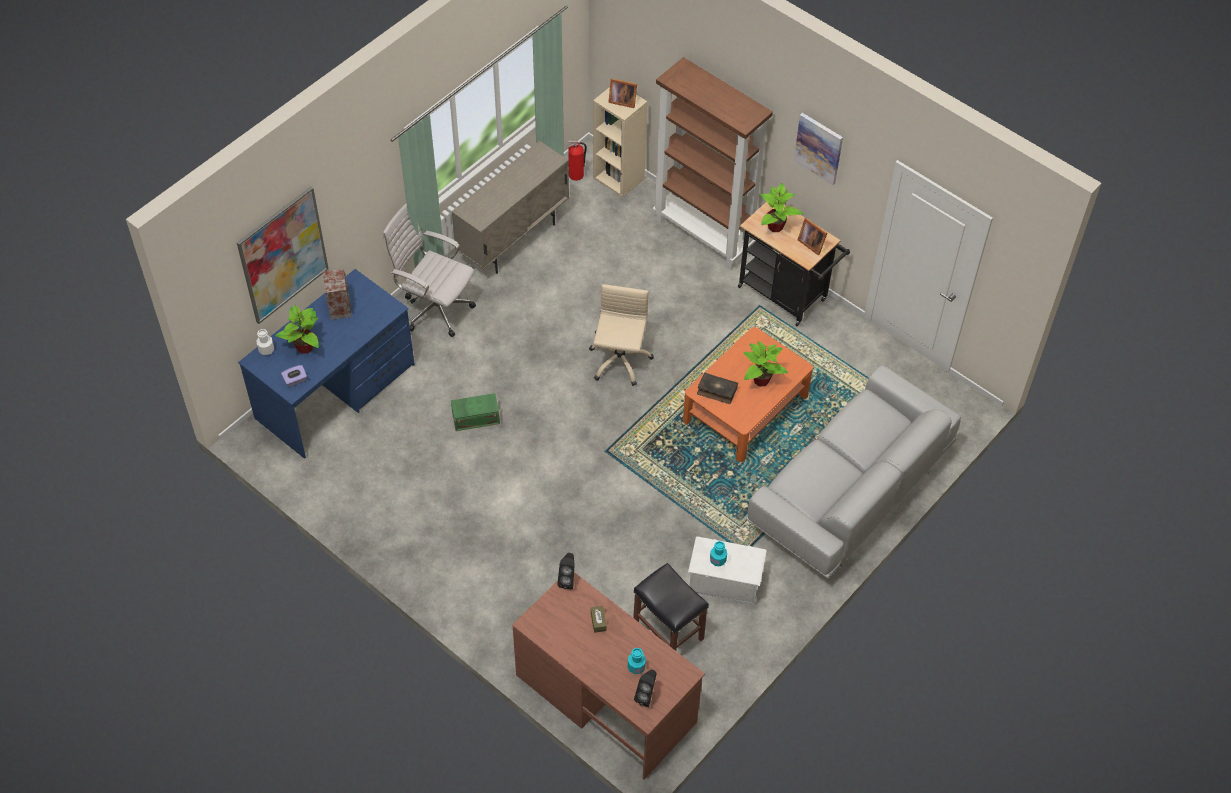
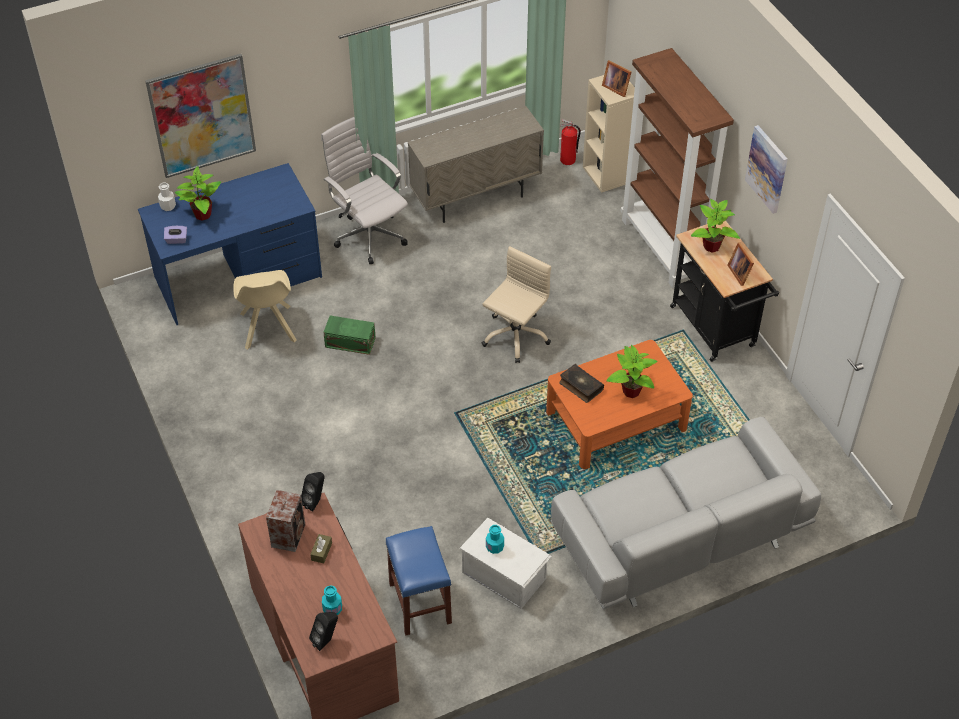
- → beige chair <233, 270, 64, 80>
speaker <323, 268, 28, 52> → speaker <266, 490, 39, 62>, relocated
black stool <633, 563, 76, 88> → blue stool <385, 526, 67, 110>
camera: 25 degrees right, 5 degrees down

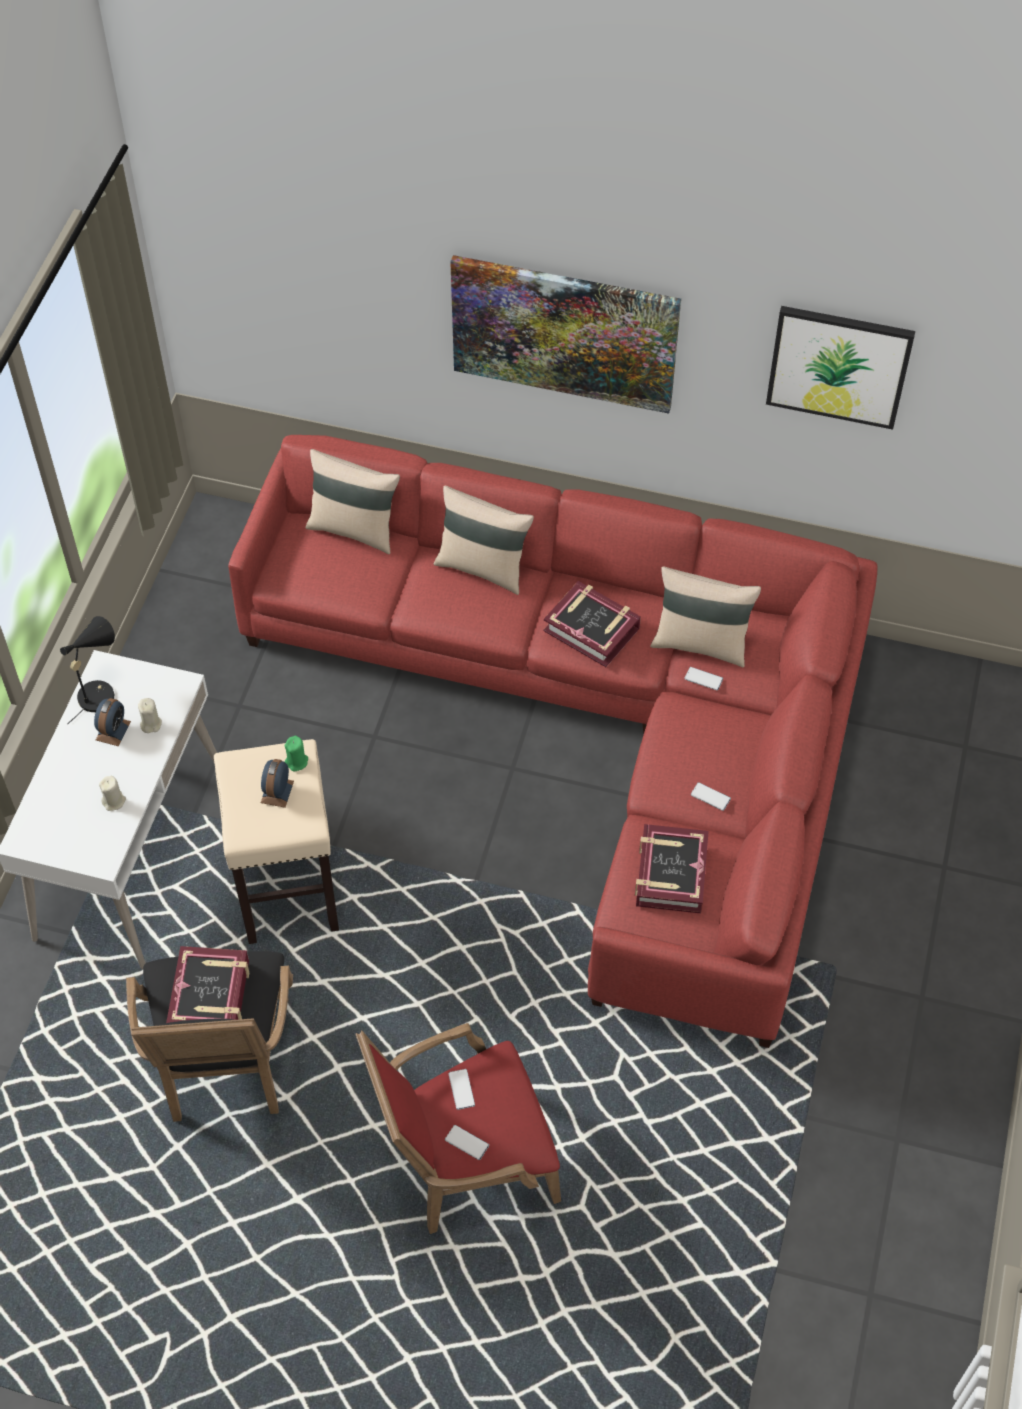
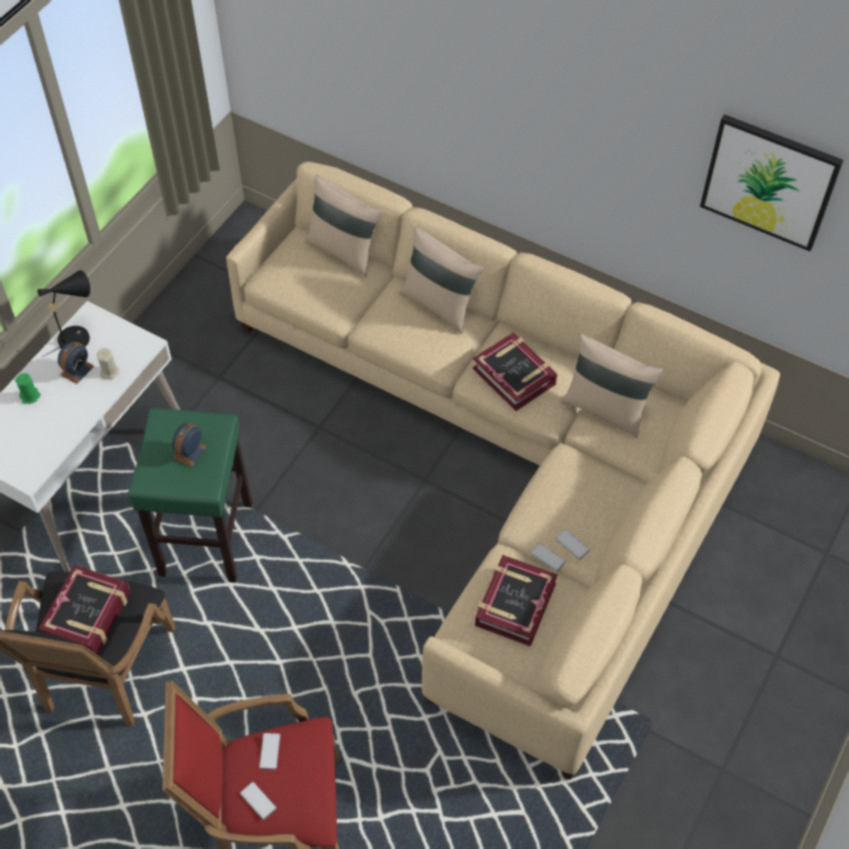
beige candle <99, 776, 27, 35> → -
picture <450, 255, 231, 159> → -
green candle <285, 736, 23, 35> → green candle <15, 373, 26, 31>, relocated
phone <684, 667, 39, 23> → phone <530, 543, 36, 29>, relocated
beige stool <214, 739, 125, 205> → green stool <128, 408, 124, 175>
red sofa <228, 435, 649, 613> → beige sofa <226, 162, 554, 618>
camera: 15 degrees right, 0 degrees up

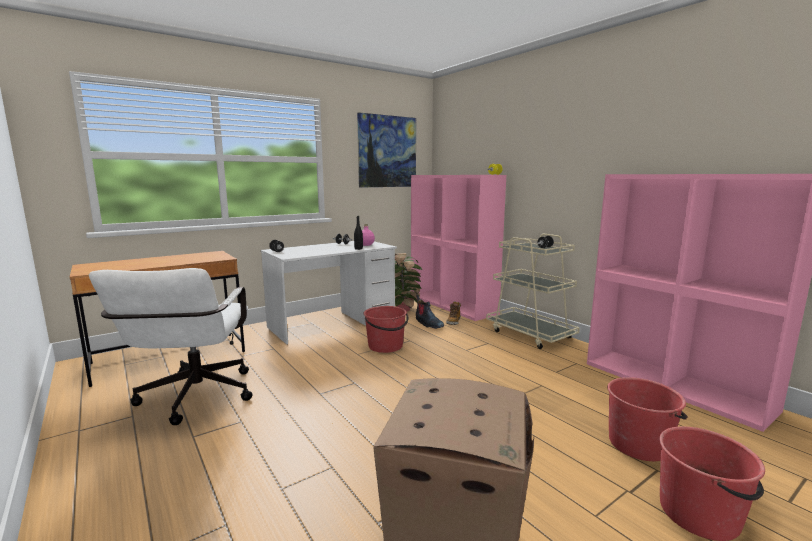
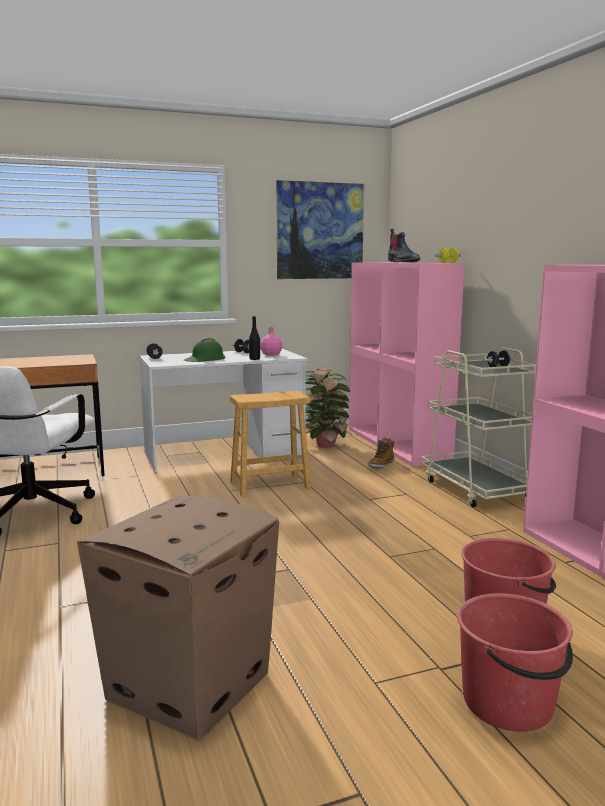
- → green hard hat <184, 338, 41, 24>
boot <416, 295, 28, 34> → boot <388, 229, 32, 33>, relocated
red bucket <363, 306, 45, 47> → brown stool <230, 391, 81, 106>
camera: 15 degrees right, 0 degrees up

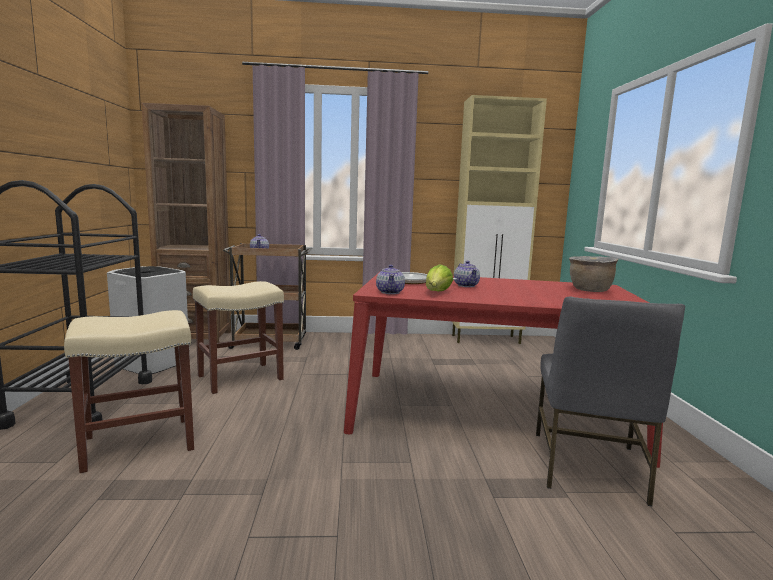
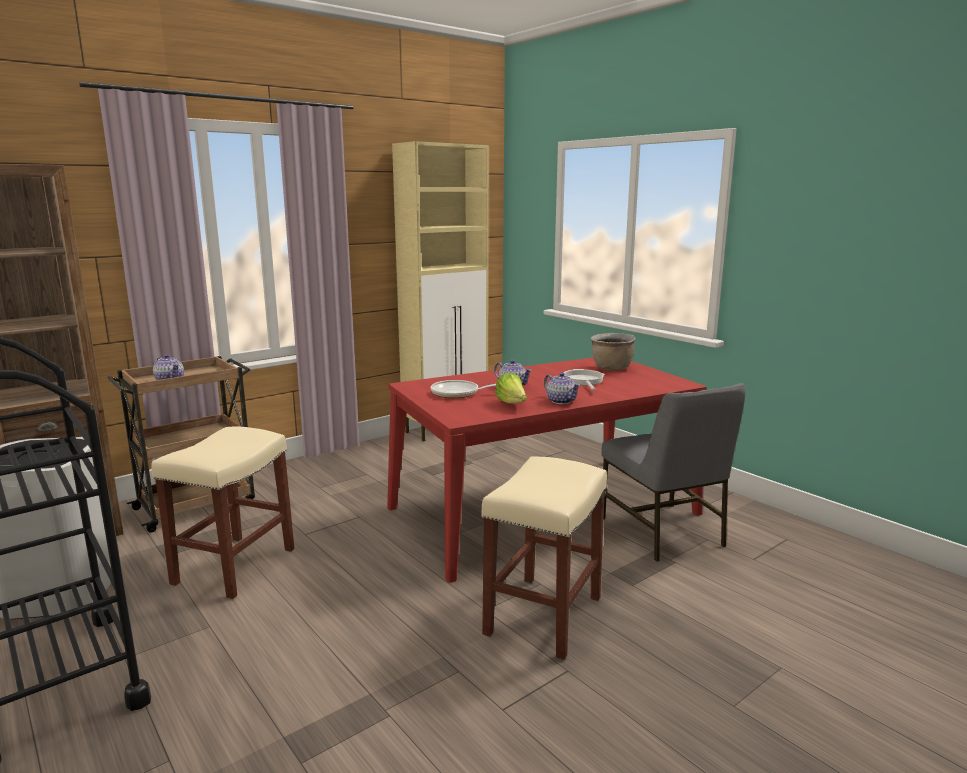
- → frying pan <563, 369, 42, 22>
beige stool <64, 310, 130, 163> → beige stool <481, 457, 126, 203>, relocated
teapot <376, 265, 29, 29> → teapot <544, 373, 36, 31>, relocated
camera: 35 degrees left, 5 degrees up

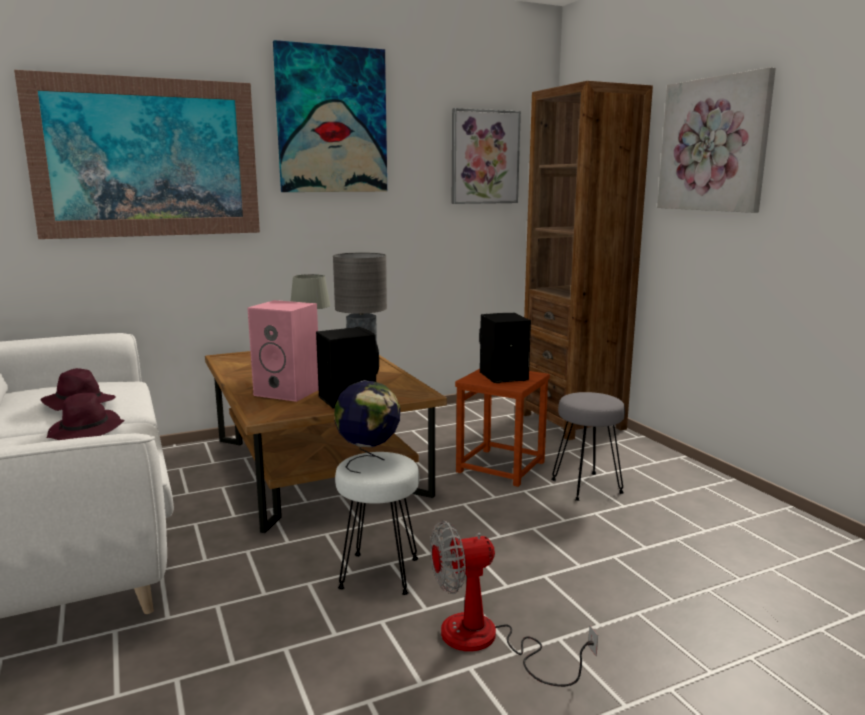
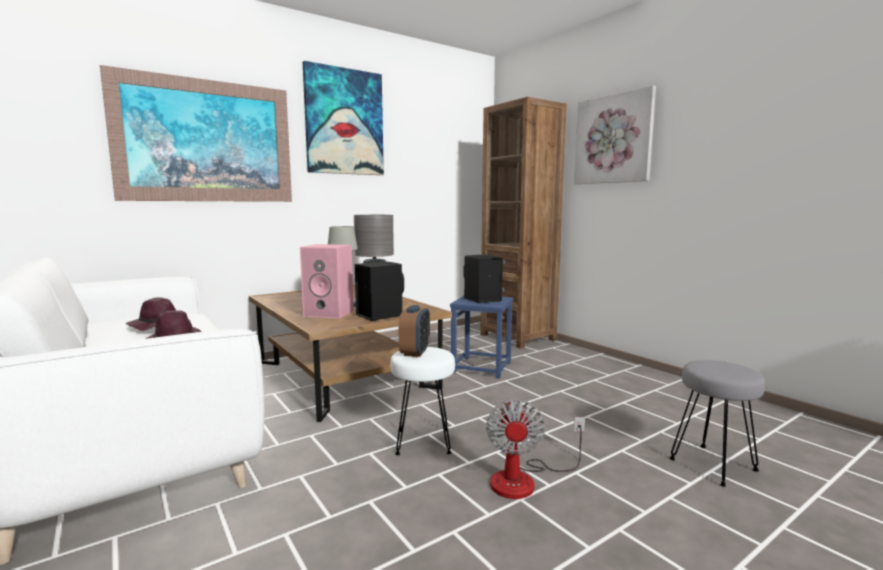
picture <452, 108, 69, 96> → -
grey stool <551, 392, 74, 109> → grey stool <669, 360, 96, 127>, relocated
globe <334, 381, 66, 92> → alarm clock <399, 305, 31, 52>
brown stool <455, 369, 95, 118> → blue stool <450, 296, 63, 83>
fan <430, 521, 168, 166> → fan <486, 399, 99, 100>, 60 degrees counterclockwise
camera: 10 degrees left, 5 degrees down

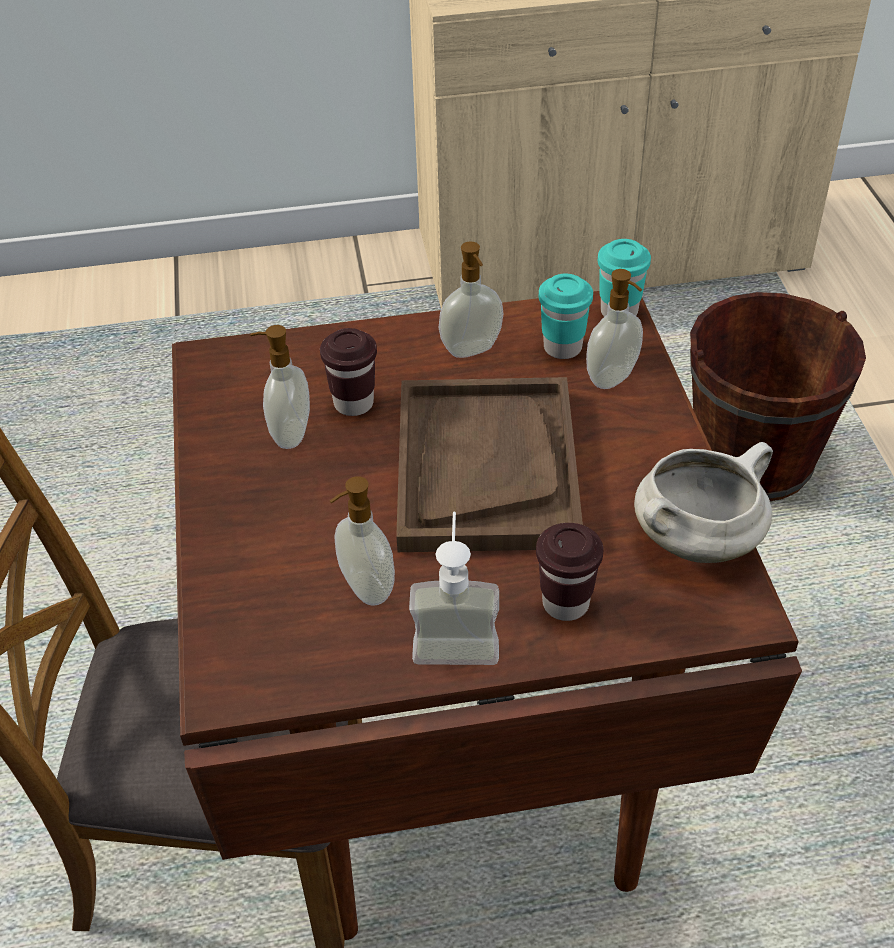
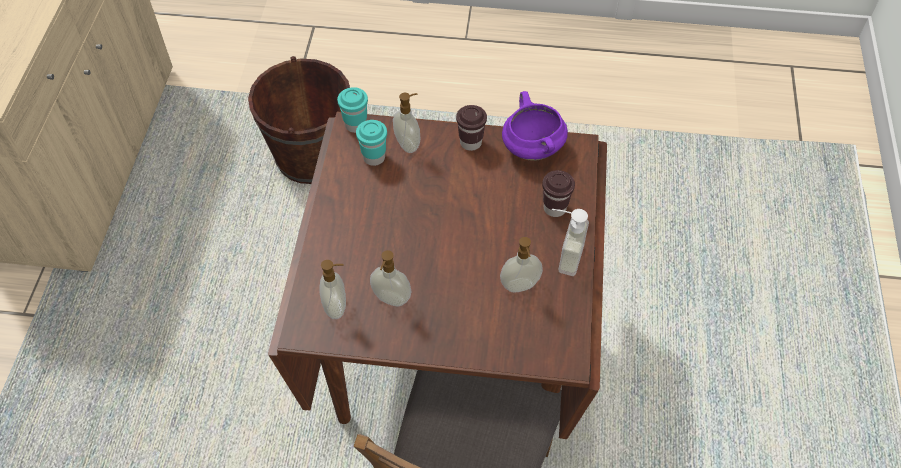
brown tray <396, 377, 187, 175> → -
brown cup <320, 328, 57, 88> → brown cup <456, 105, 31, 46>, relocated
soap dispenser <439, 242, 65, 116> → soap dispenser <319, 260, 27, 59>, relocated
white cooking pot <634, 442, 139, 121> → purple cooking pot <502, 91, 66, 70>
camera: 75 degrees left, 10 degrees up

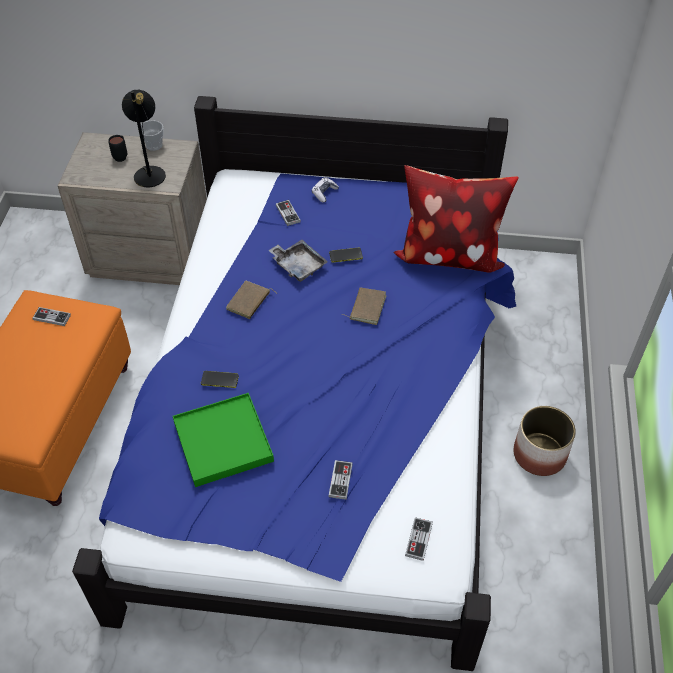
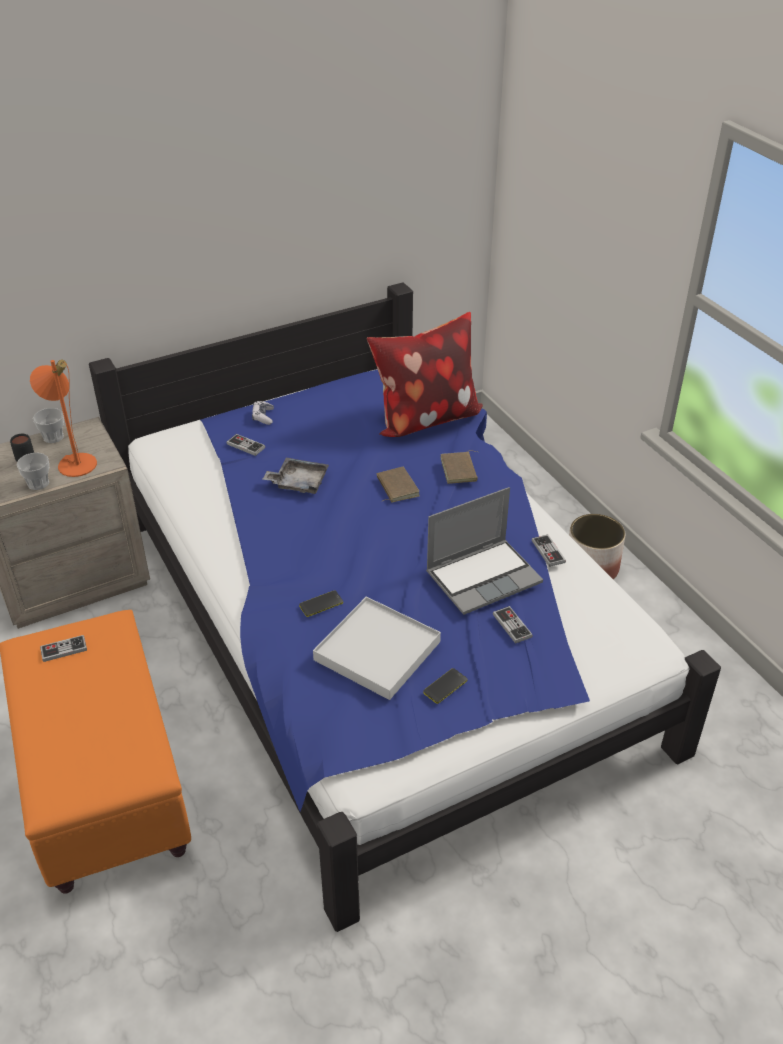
- → cup <17, 453, 32, 37>
- → laptop <426, 487, 117, 128>
brown book <226, 281, 51, 38> → brown book <441, 450, 37, 34>, relocated
phone <329, 248, 34, 15> → phone <423, 668, 45, 36>, relocated
game controller <405, 517, 28, 44> → game controller <532, 535, 34, 32>, relocated
black table lamp <122, 90, 44, 98> → orange table lamp <30, 360, 67, 117>
green tray <173, 393, 101, 94> → white tray <313, 596, 128, 104>
camera: 35 degrees left, 10 degrees down

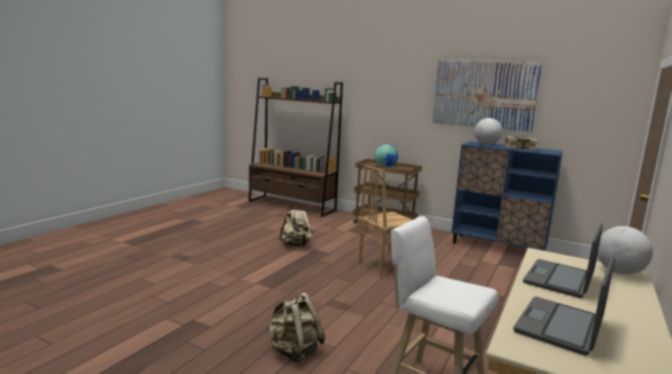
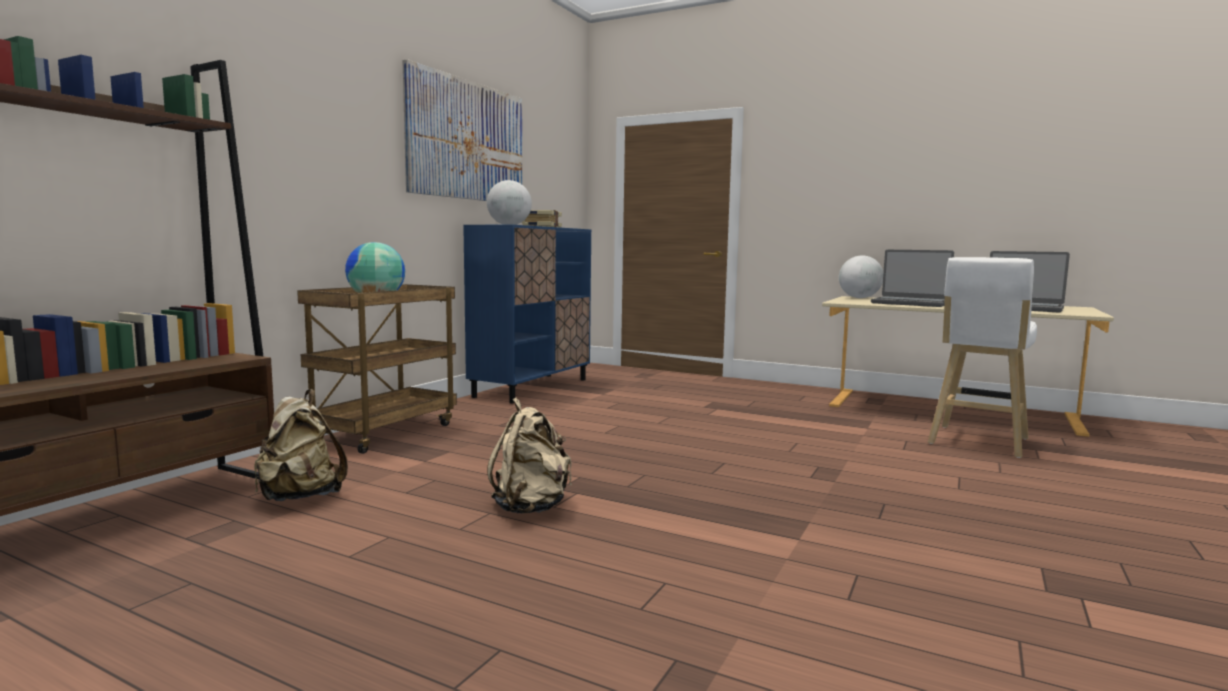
brown chair <359, 165, 54, 111> → -
beige backpack <267, 292, 58, 71> → beige backpack <254, 389, 94, 112>, relocated
camera: 90 degrees left, 5 degrees down

